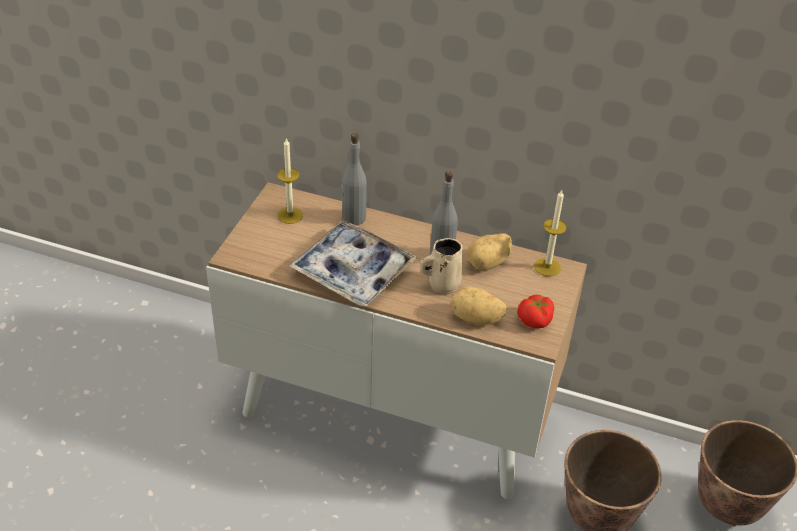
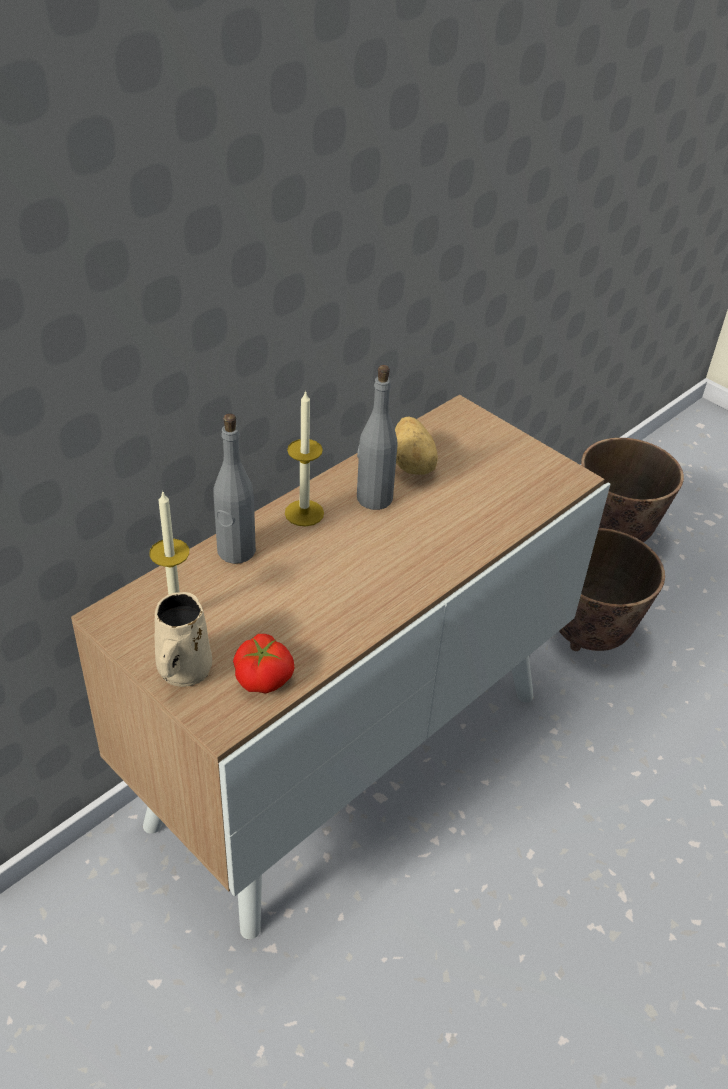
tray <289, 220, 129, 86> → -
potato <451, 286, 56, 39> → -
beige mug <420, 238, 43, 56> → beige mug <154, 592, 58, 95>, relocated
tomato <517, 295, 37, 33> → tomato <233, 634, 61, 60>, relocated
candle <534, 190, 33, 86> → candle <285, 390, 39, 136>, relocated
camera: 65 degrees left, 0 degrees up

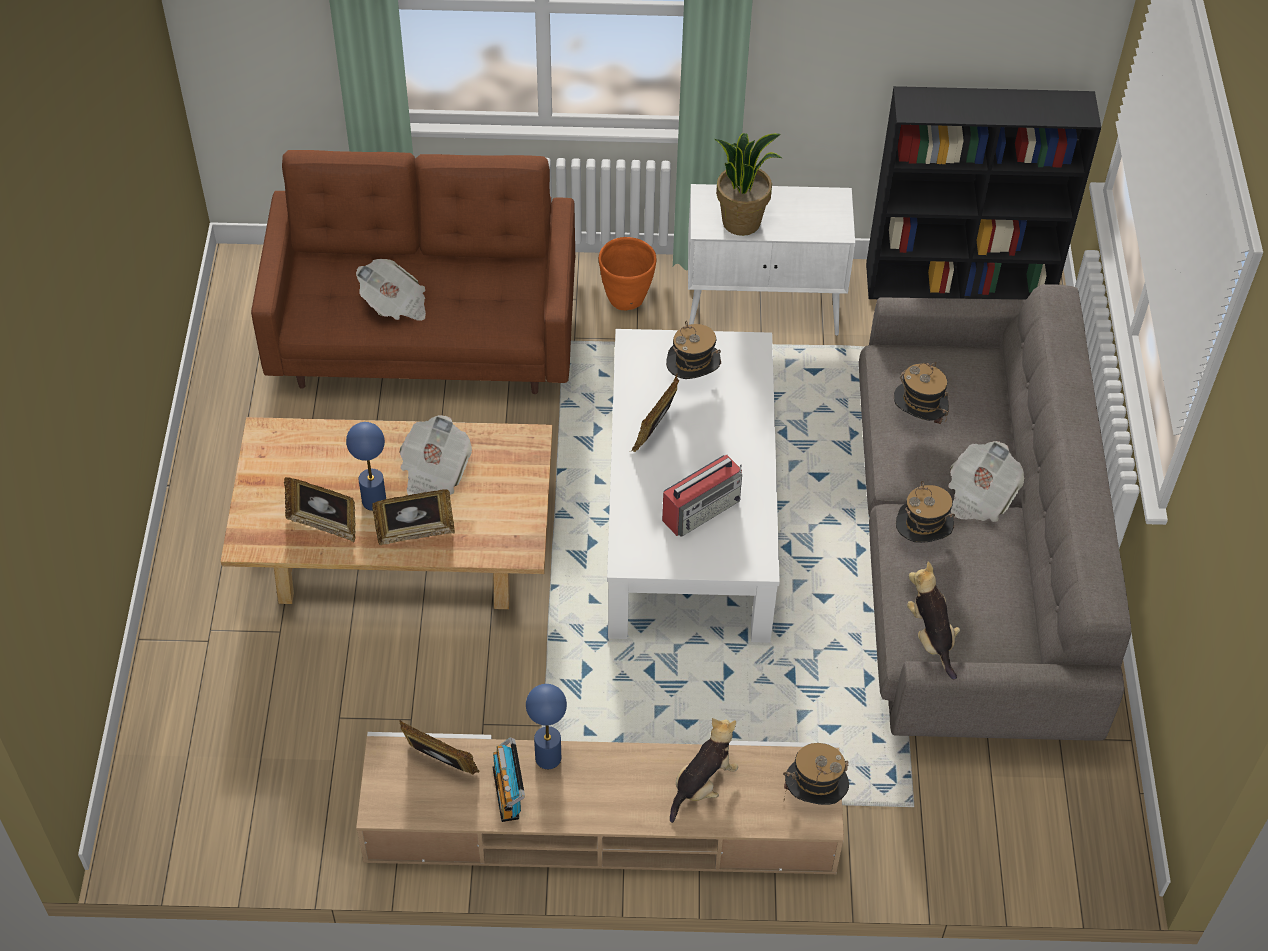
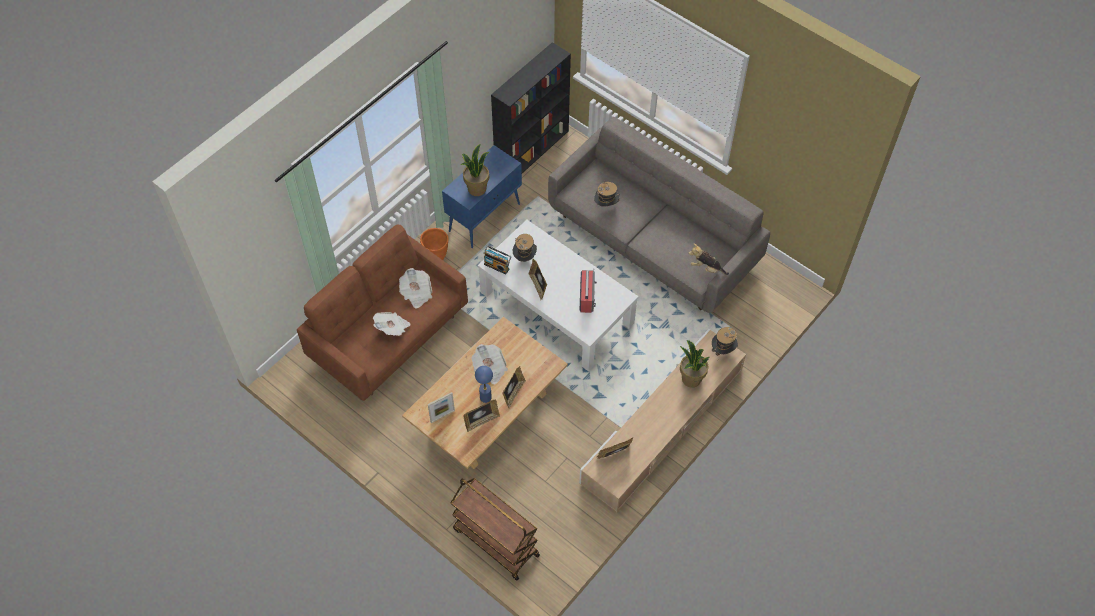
blue table lamp <526, 684, 41, 85> → -
hat <896, 481, 59, 62> → -
- → picture frame <428, 392, 27, 31>
- → brown cart <450, 478, 90, 103>
radio <493, 737, 32, 85> → radio <484, 246, 27, 28>, relocated
newspaper <948, 441, 76, 81> → newspaper <399, 268, 33, 40>, relocated
plush toy <670, 718, 68, 105> → potted plant <680, 340, 29, 48>
white cabinet <688, 184, 167, 152> → blue cabinet <442, 145, 80, 103>
camera: 50 degrees left, 5 degrees up

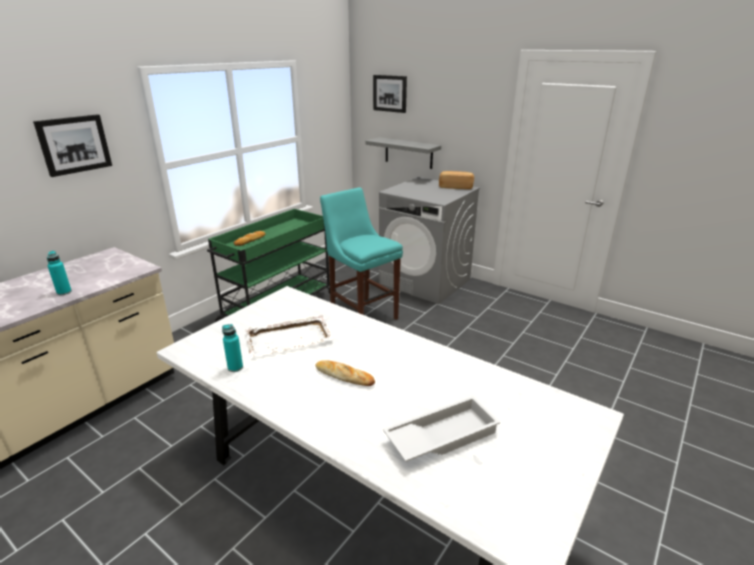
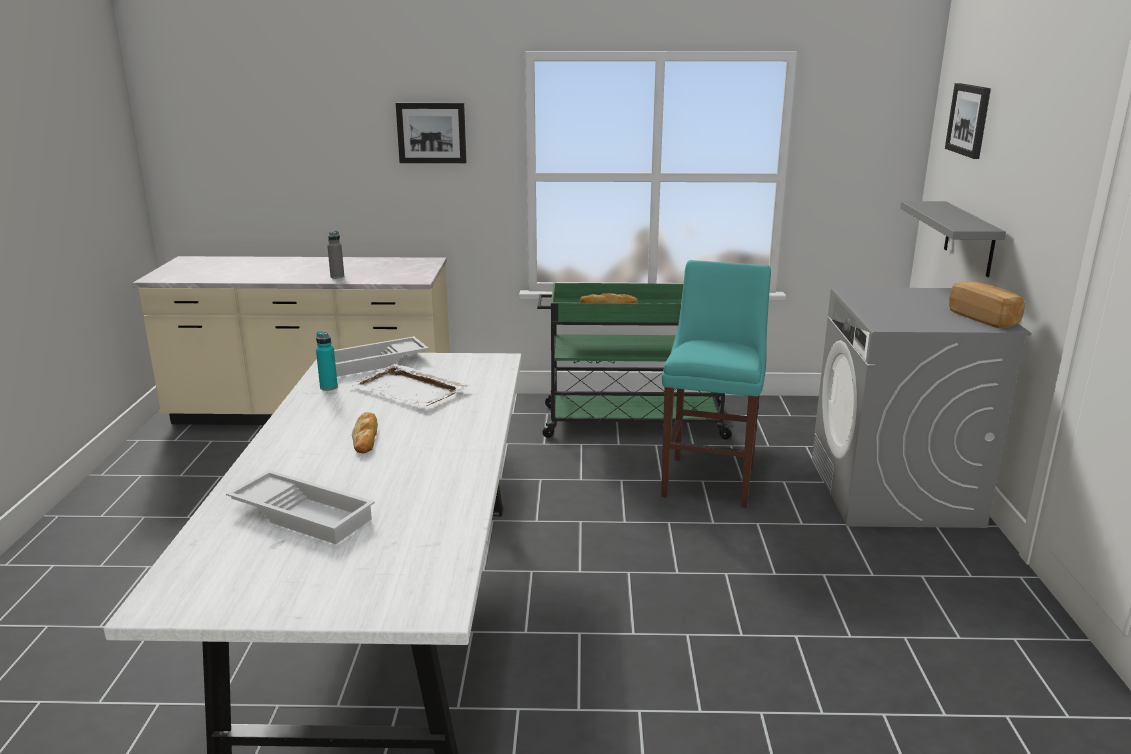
- → white tray <334, 336, 95, 41>
turquoise bottle <47, 251, 25, 44> → grey bottle <327, 231, 17, 48>
camera: 55 degrees right, 5 degrees down

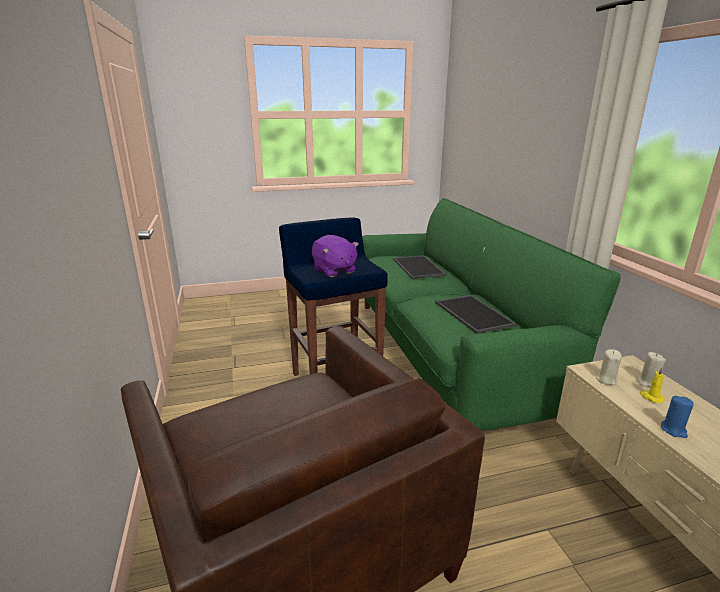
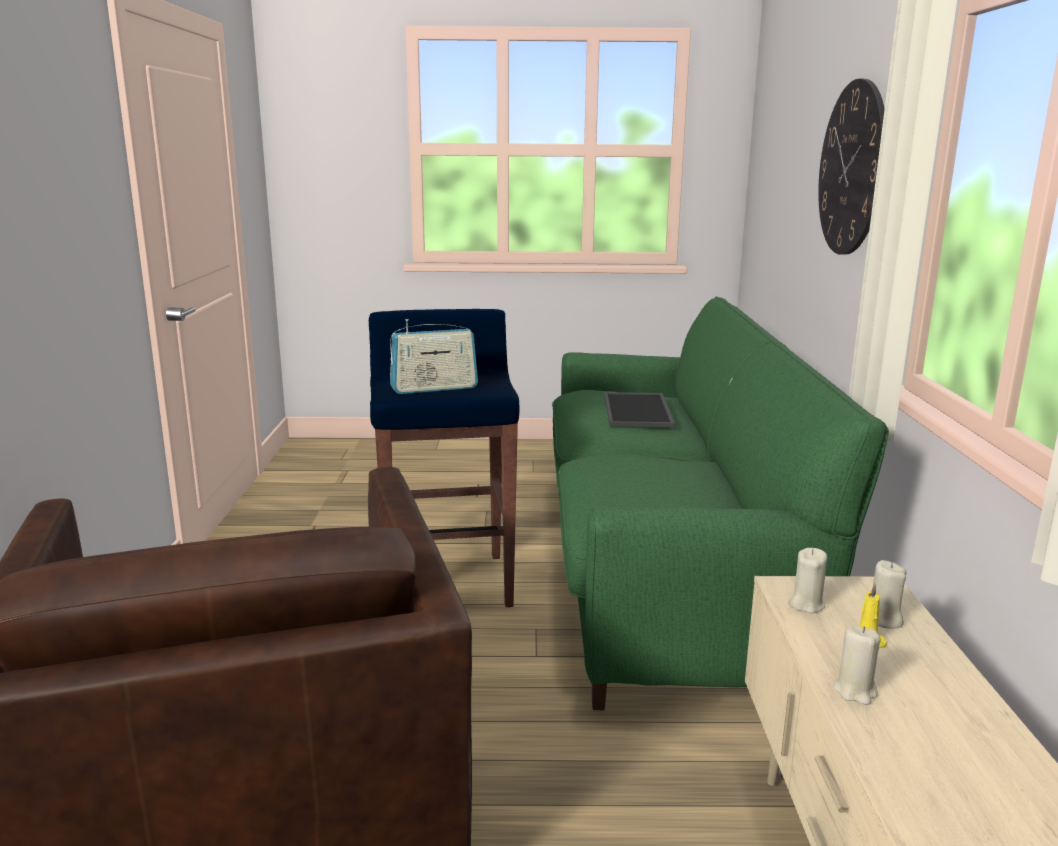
tray <435, 295, 82, 39> → -
- → wall clock <818, 79, 67, 176>
purple plush toy <312, 235, 47, 42> → radio <390, 319, 88, 75>
blue candle <661, 396, 33, 42> → beige candle <833, 626, 47, 79>
camera: 15 degrees right, 5 degrees down

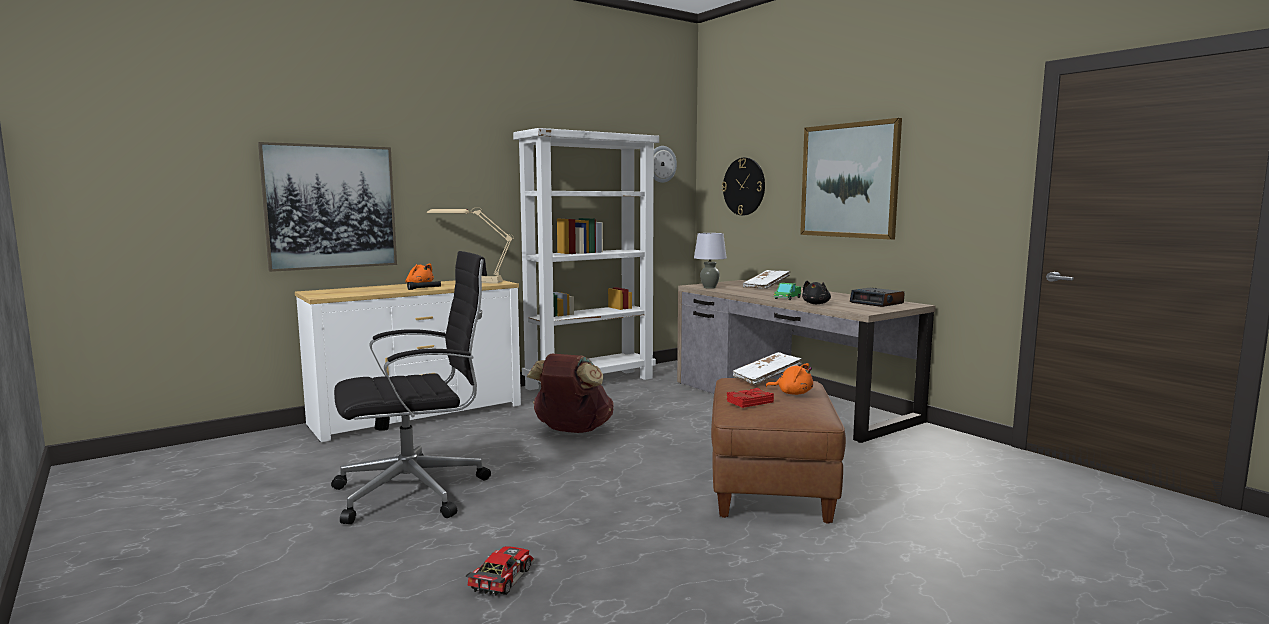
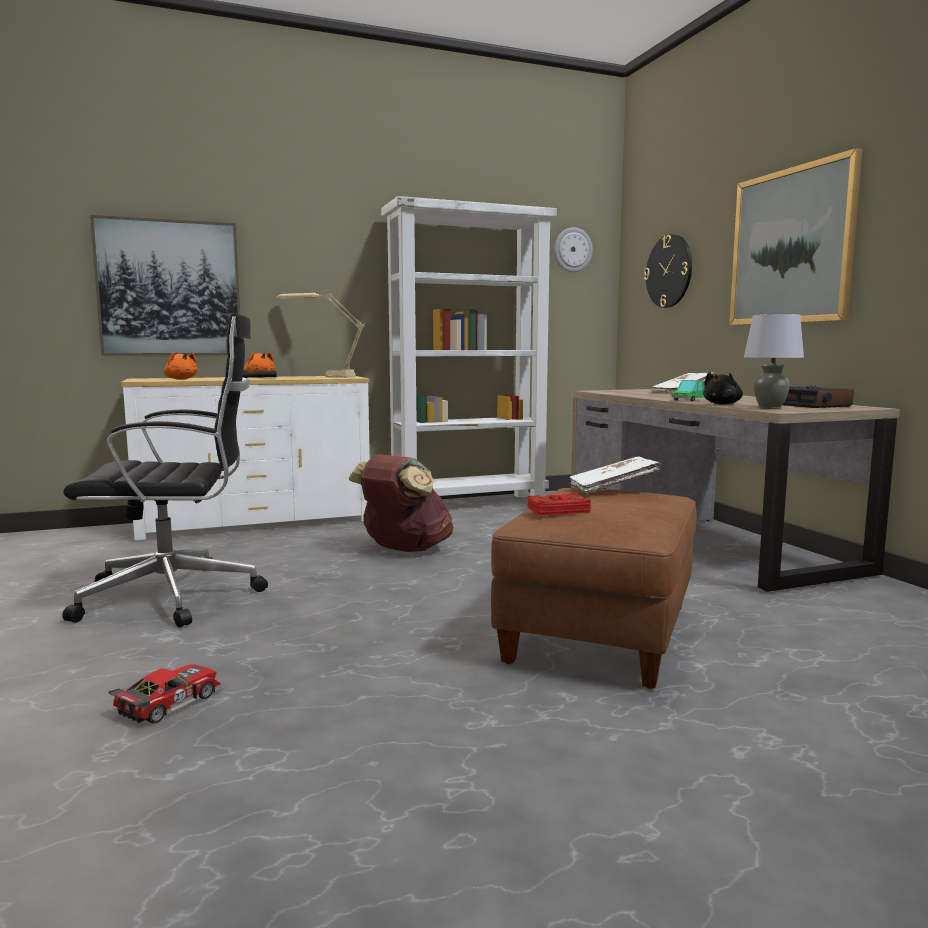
grey table lamp <694, 233, 33, 56> → grey table lamp <744, 314, 60, 95>, relocated
orange plush toy <765, 363, 48, 32> → orange plush toy <164, 352, 34, 28>, relocated
camera: 15 degrees right, 0 degrees up

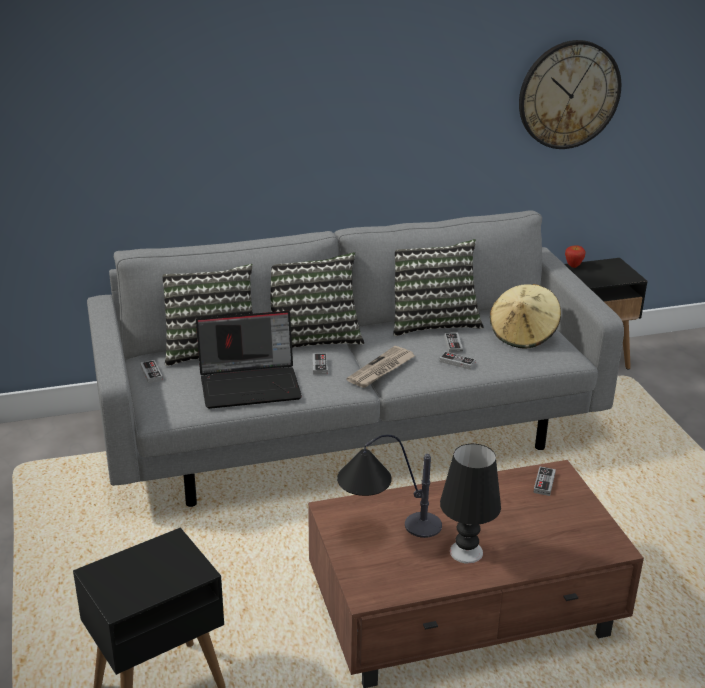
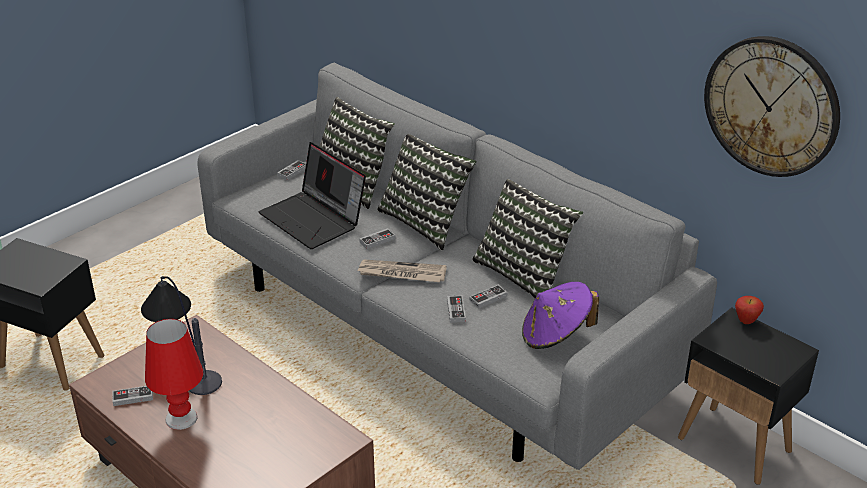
game controller <533, 467, 23, 29> → game controller <113, 386, 40, 20>, relocated
black table lamp <440, 444, 61, 120> → red table lamp <145, 319, 58, 111>
beige hat <490, 284, 71, 64> → purple hat <522, 282, 77, 67>
camera: 60 degrees right, 5 degrees up

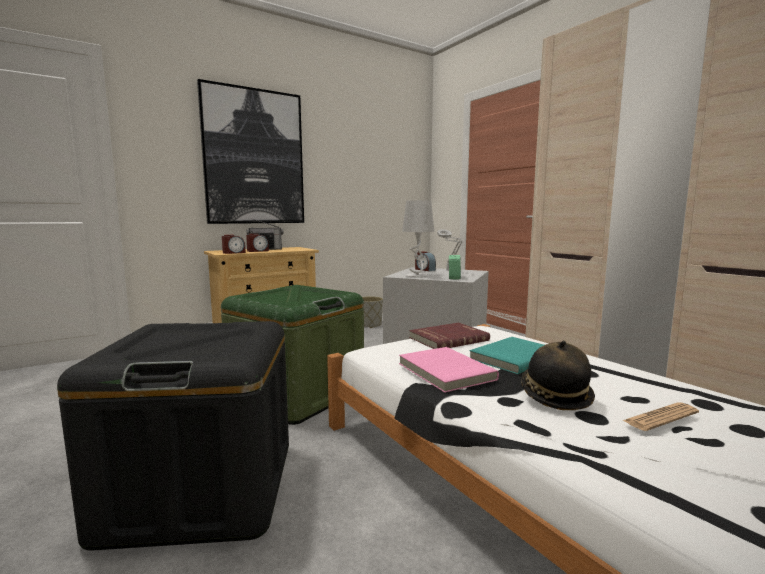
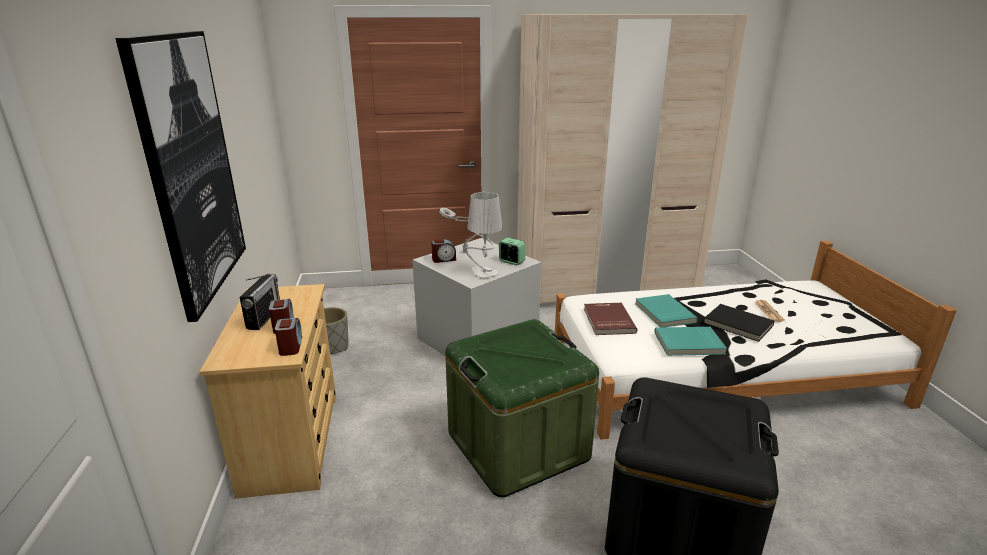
hat <521, 341, 74, 69> → black book <704, 304, 70, 38>
pink book <399, 347, 100, 46> → turquoise book <654, 327, 73, 29>
camera: 65 degrees left, 15 degrees up

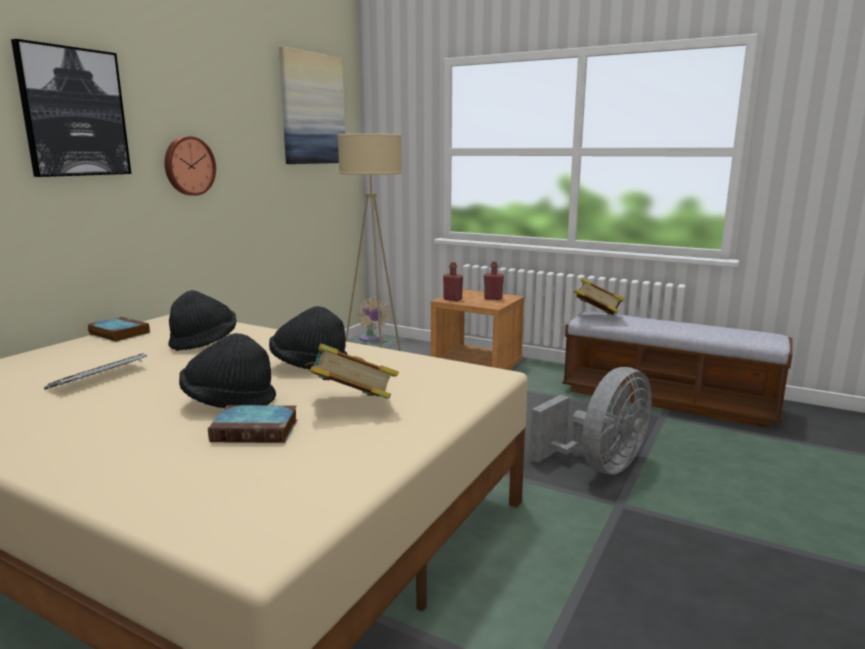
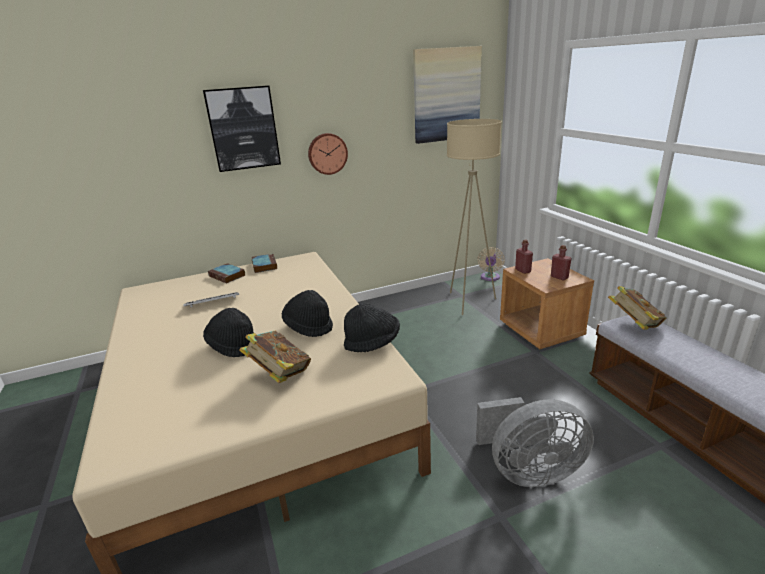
black hat <168, 290, 68, 61> → black hat <344, 303, 56, 50>, relocated
book <208, 405, 90, 38> → book <208, 263, 38, 20>, relocated
camera: 40 degrees right, 10 degrees up

